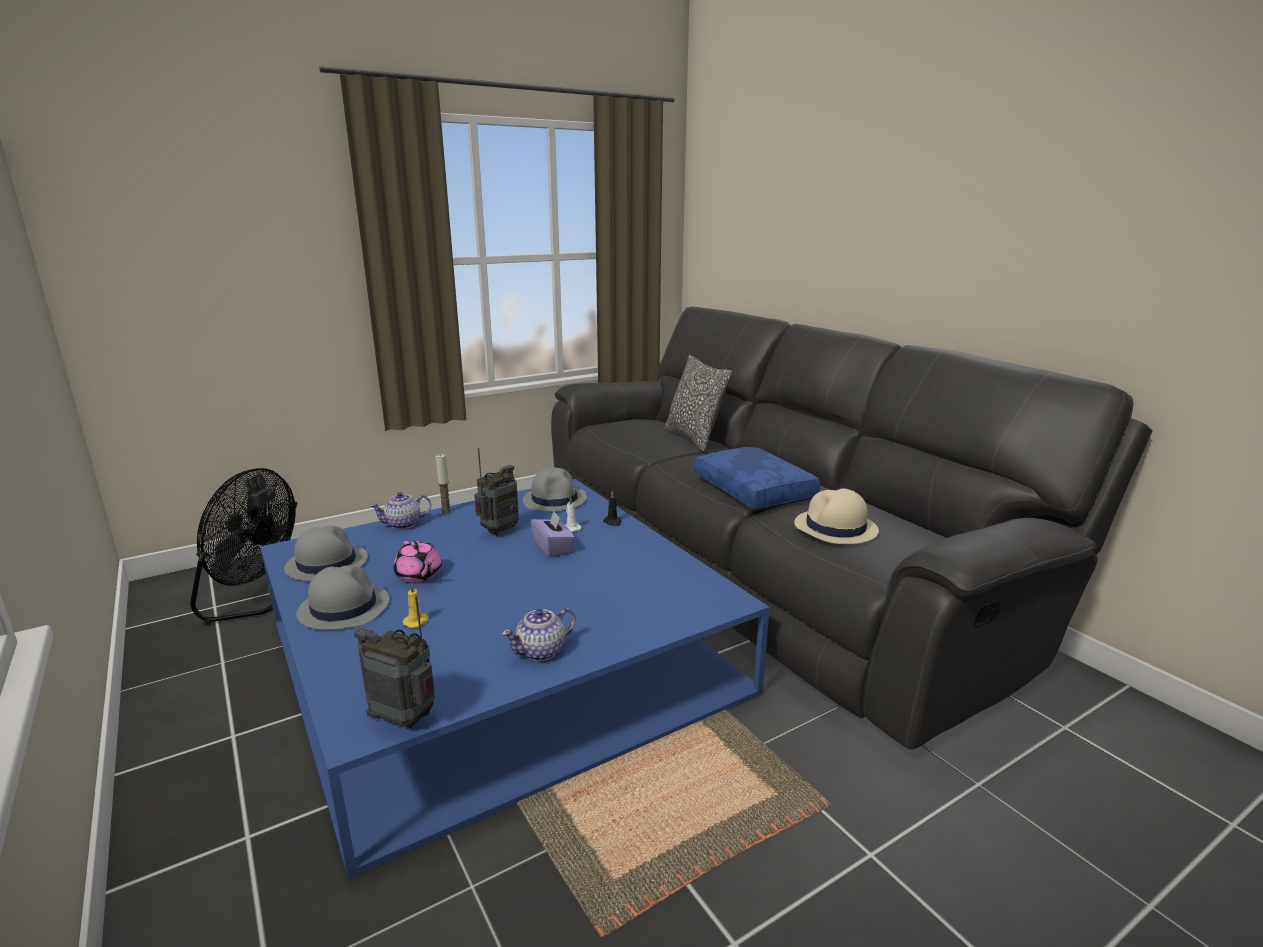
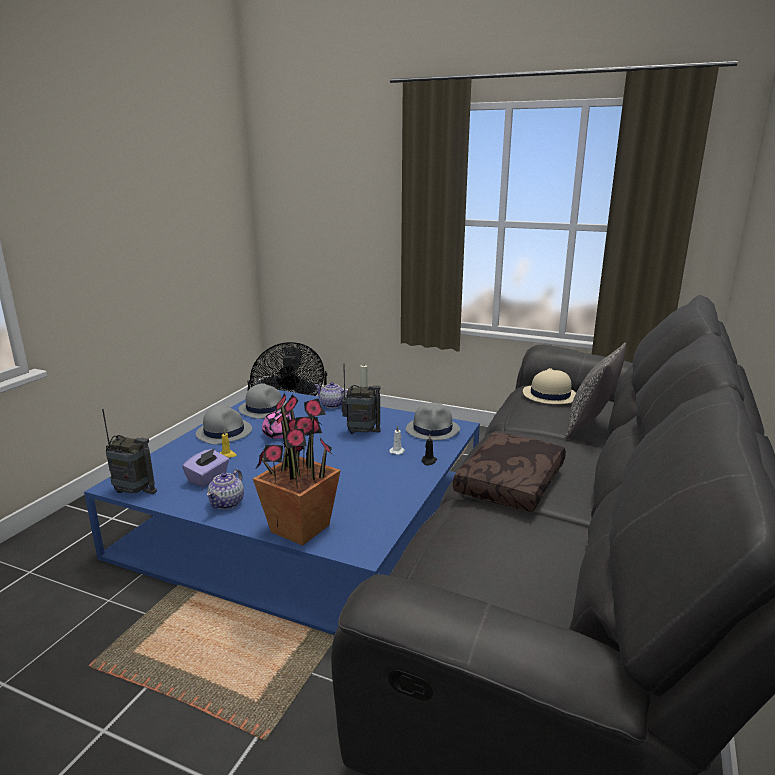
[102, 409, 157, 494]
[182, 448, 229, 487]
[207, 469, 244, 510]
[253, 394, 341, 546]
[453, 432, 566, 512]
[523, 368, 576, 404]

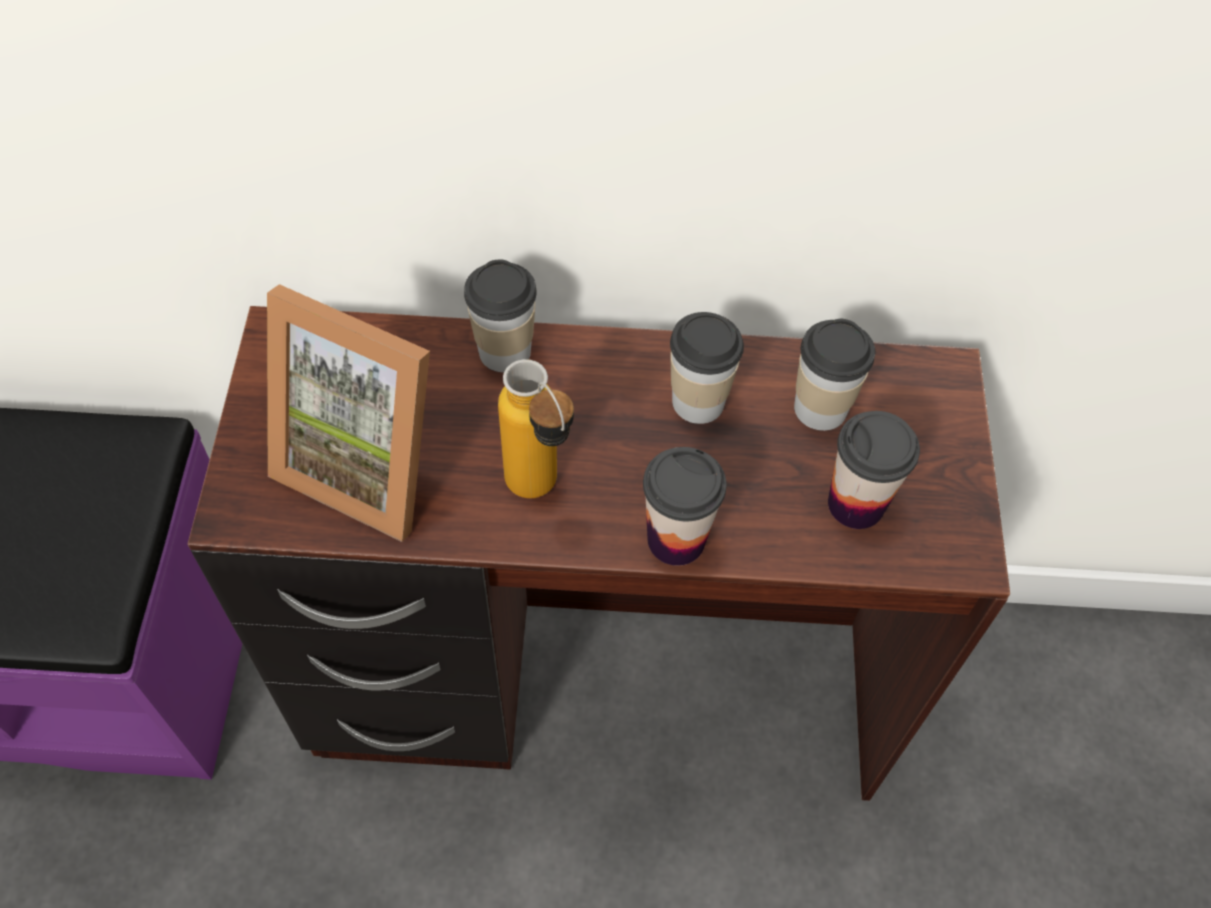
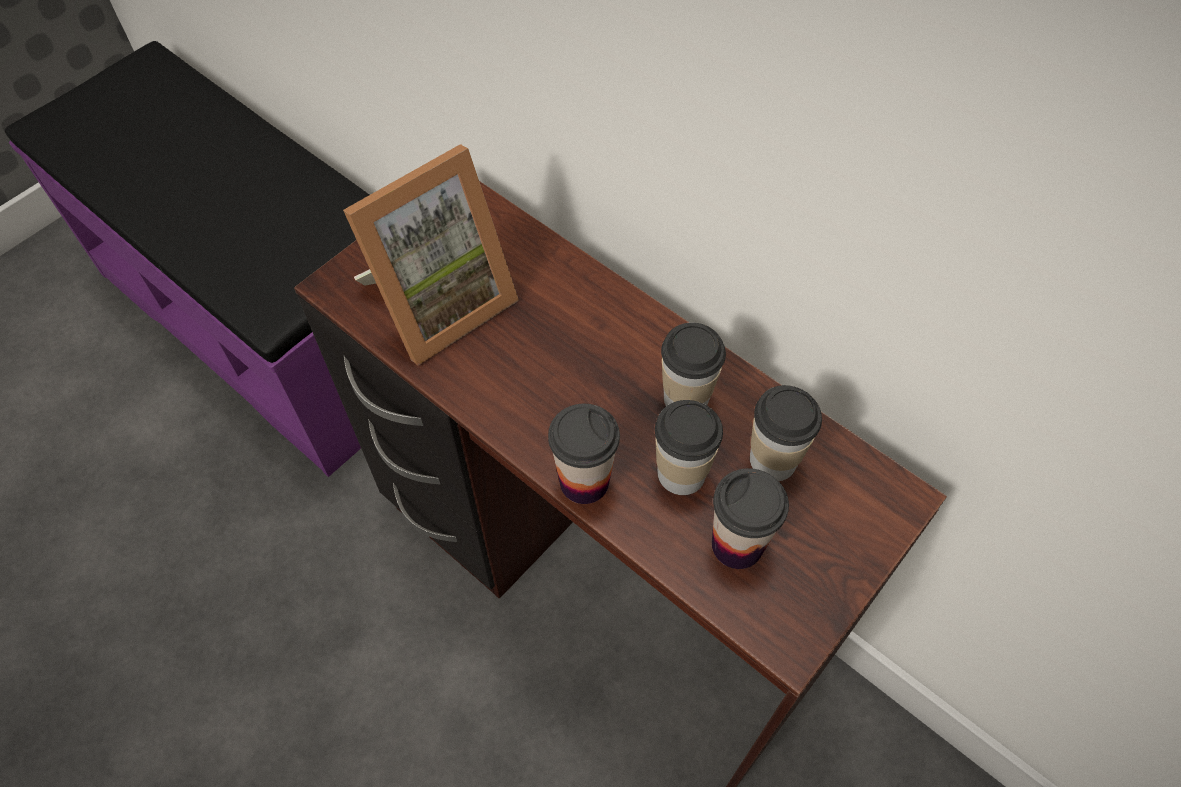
[343, 144, 519, 365]
[655, 400, 723, 495]
[498, 359, 574, 498] (first image)

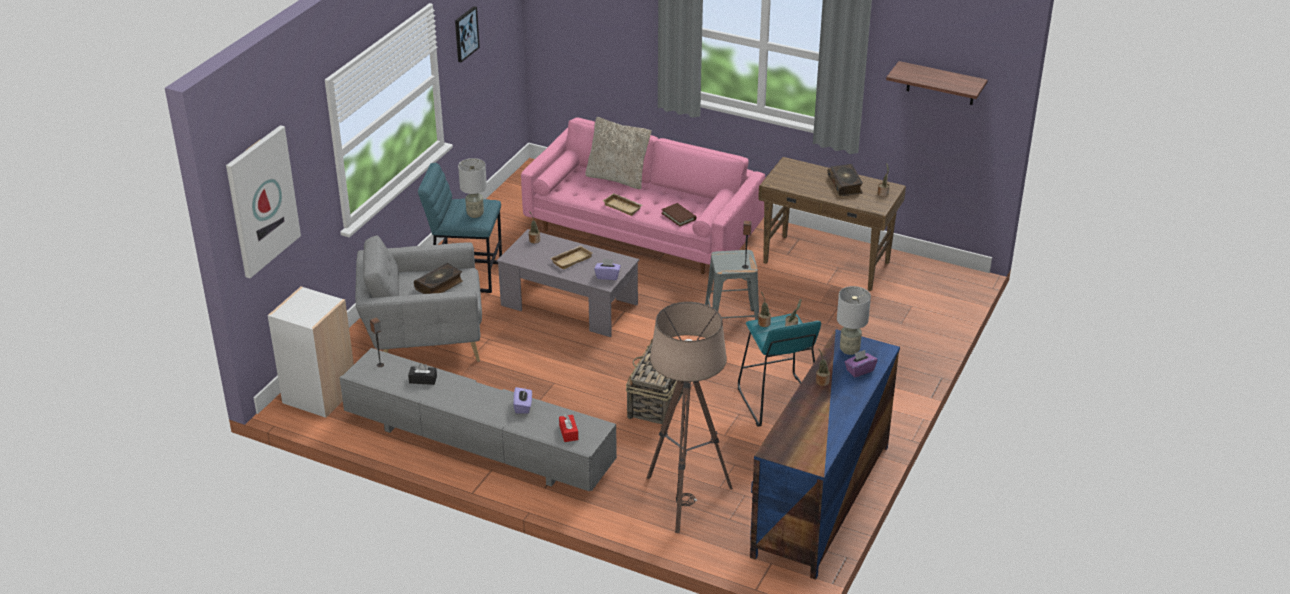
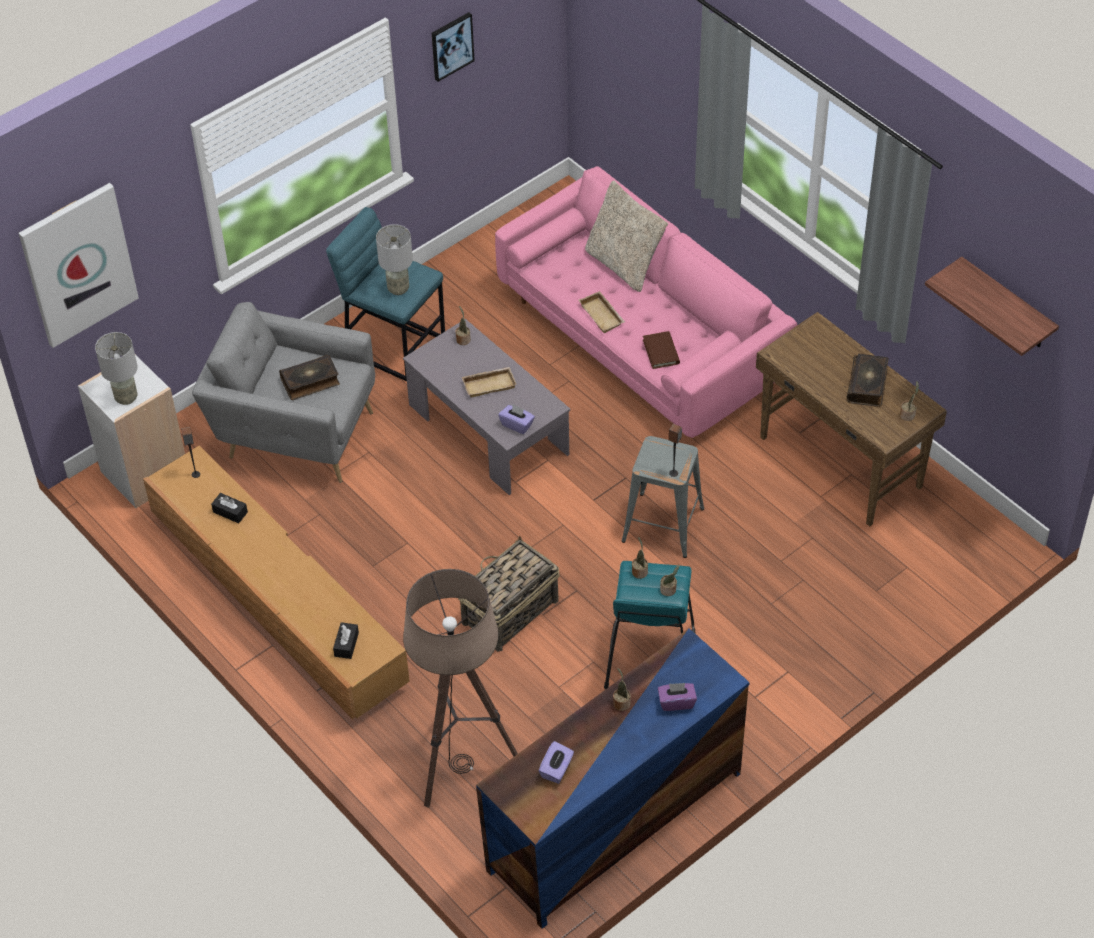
[95, 332, 138, 405]
[143, 445, 410, 719]
[333, 622, 359, 659]
[539, 741, 574, 784]

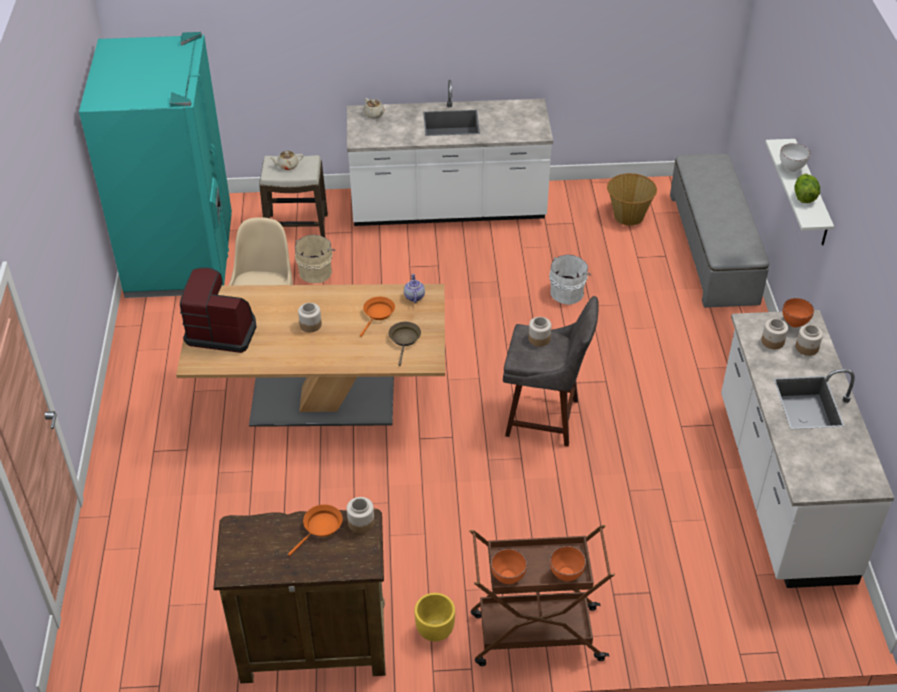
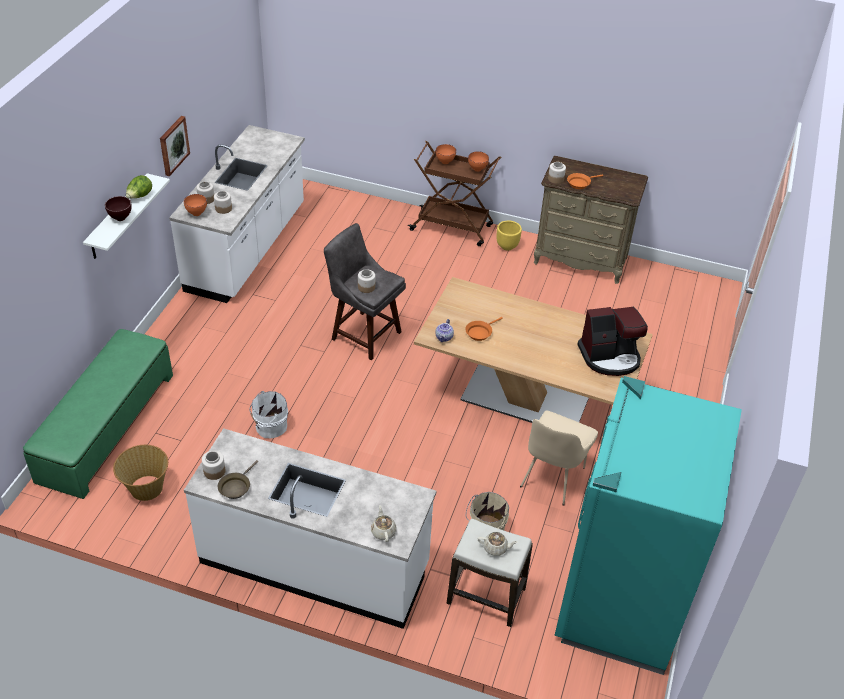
[23, 329, 173, 499]
[105, 196, 132, 221]
[160, 116, 190, 176]
[202, 450, 226, 480]
[218, 460, 258, 499]
[577, 306, 648, 376]

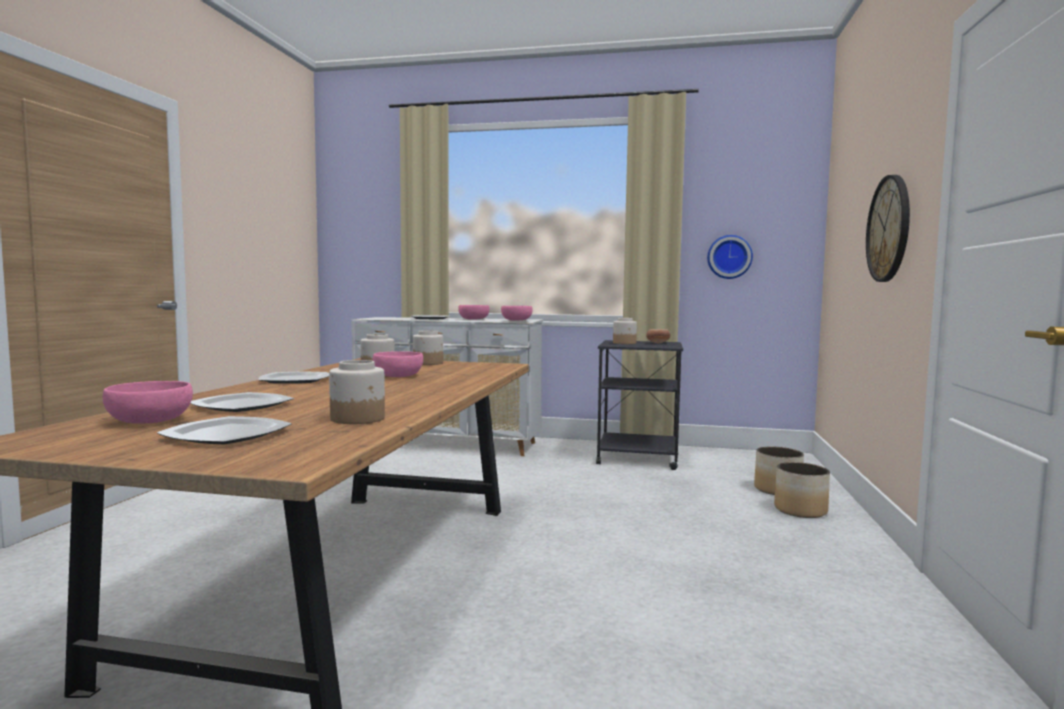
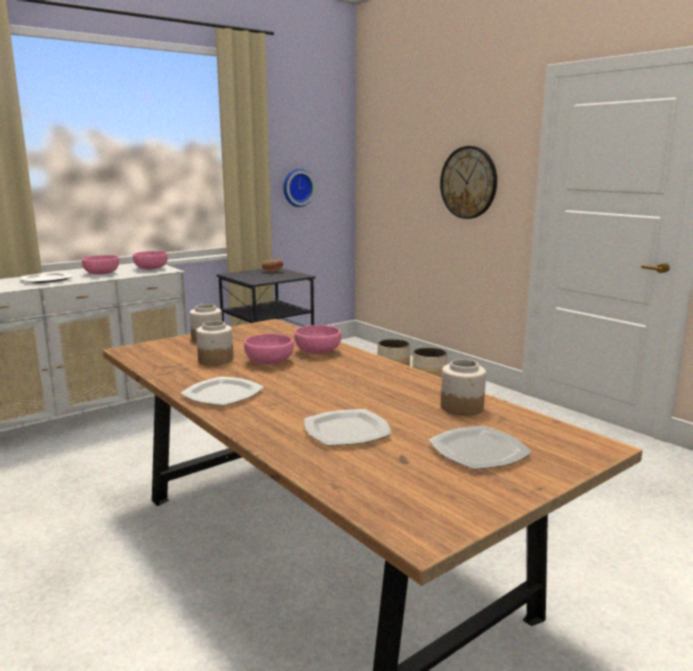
[294, 325, 341, 354]
[613, 318, 637, 344] (first image)

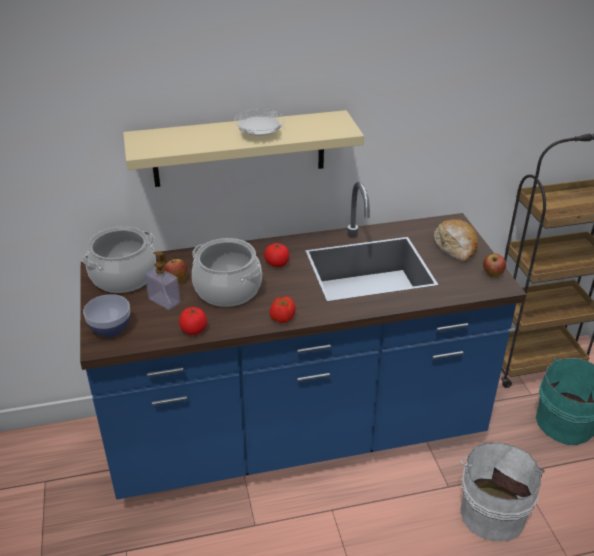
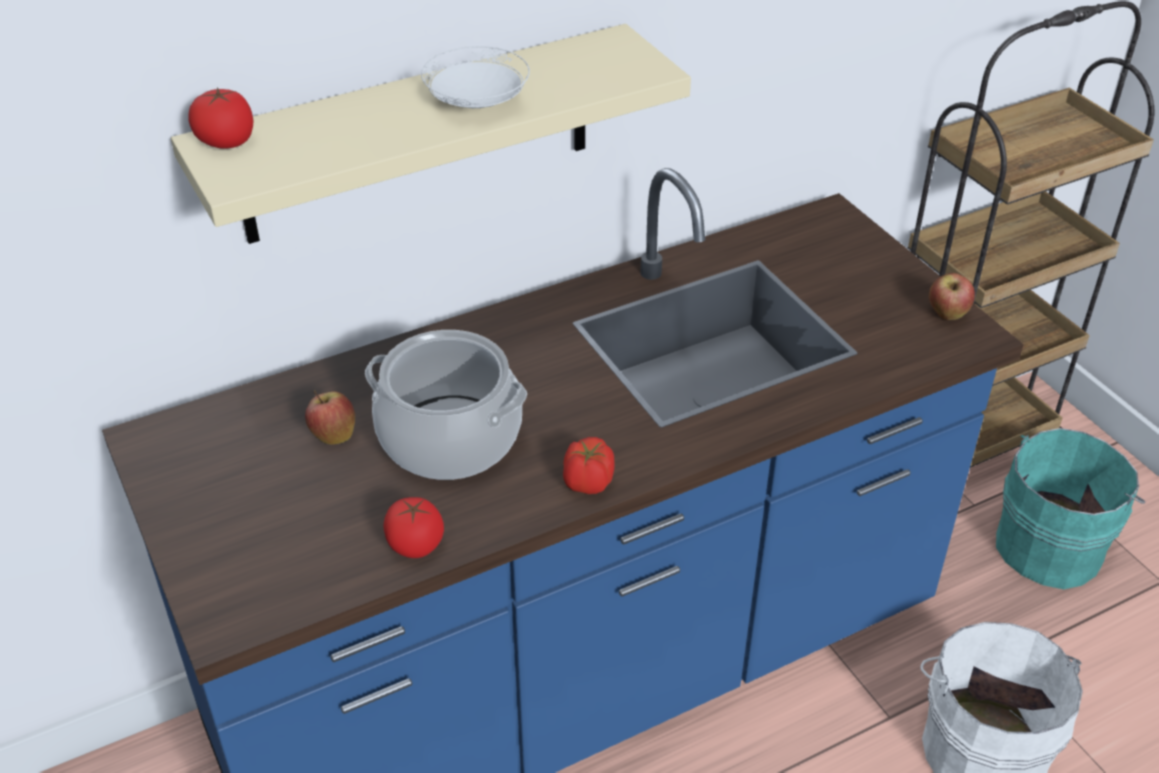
[188, 87, 253, 149]
[82, 226, 156, 293] (first image)
[83, 294, 130, 337] (first image)
[145, 251, 180, 310] (first image)
[434, 219, 478, 262] (first image)

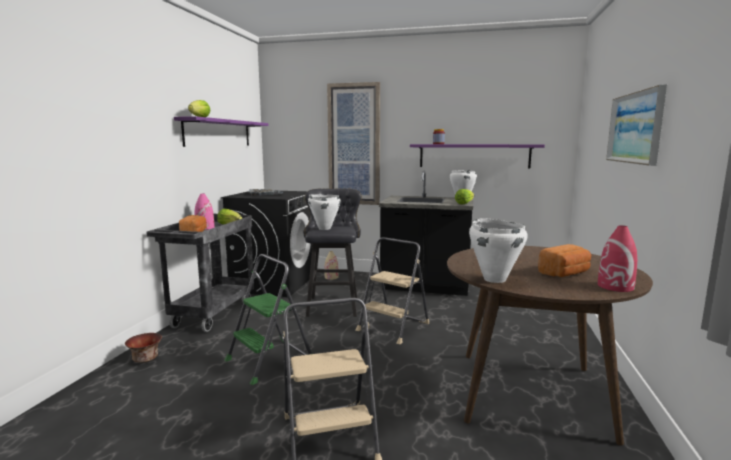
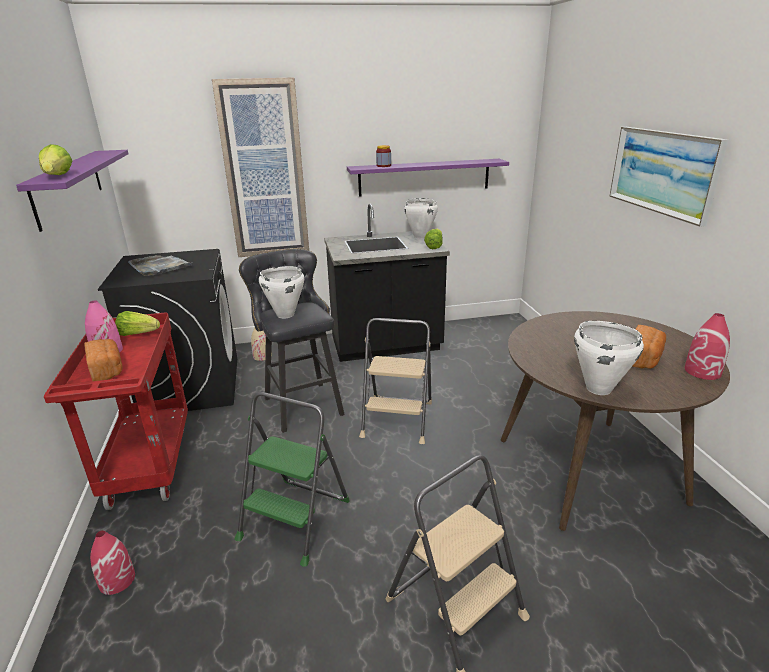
[44, 313, 188, 510]
[90, 530, 135, 595]

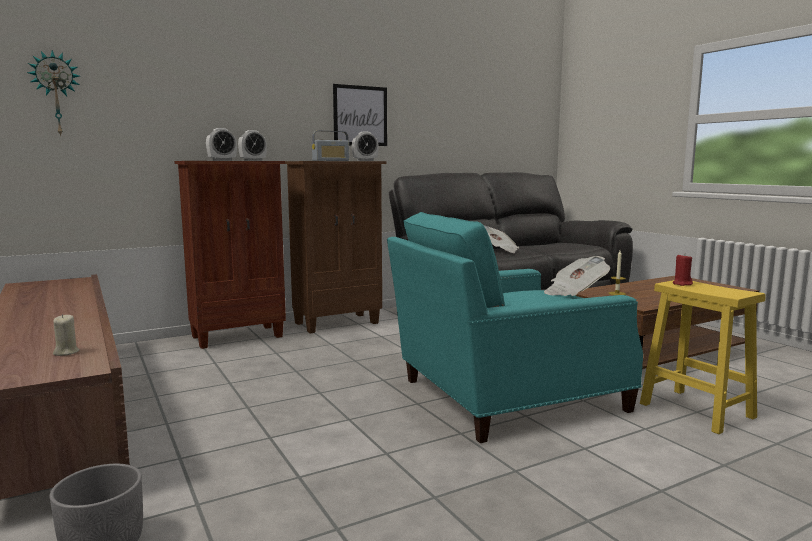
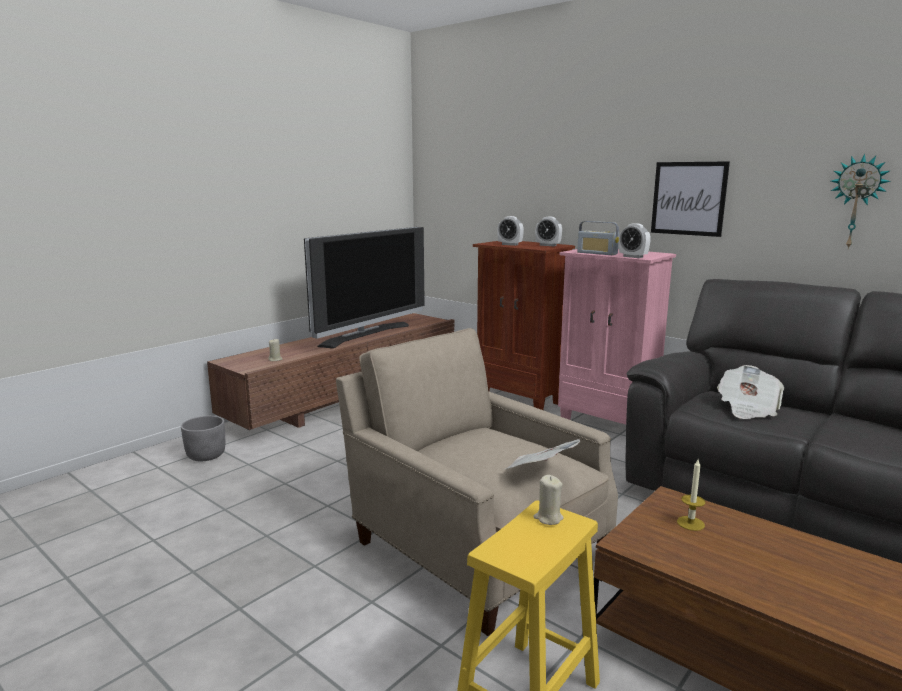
[304, 227, 425, 348]
[336, 328, 618, 636]
[533, 475, 564, 525]
[558, 249, 676, 425]
[831, 154, 891, 249]

